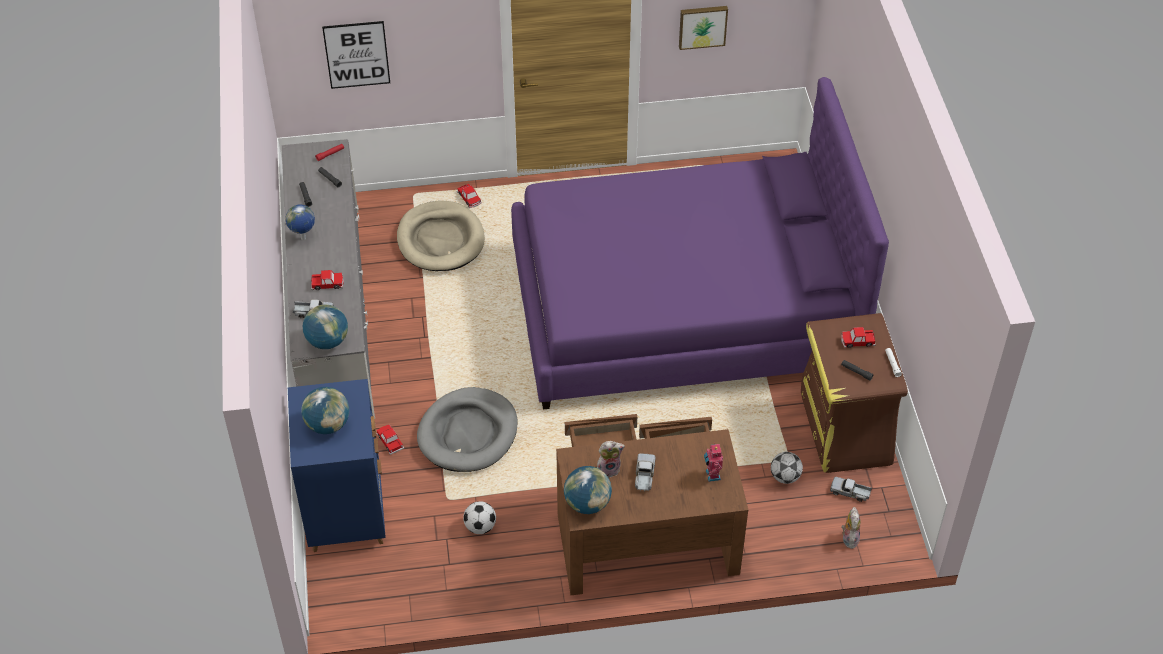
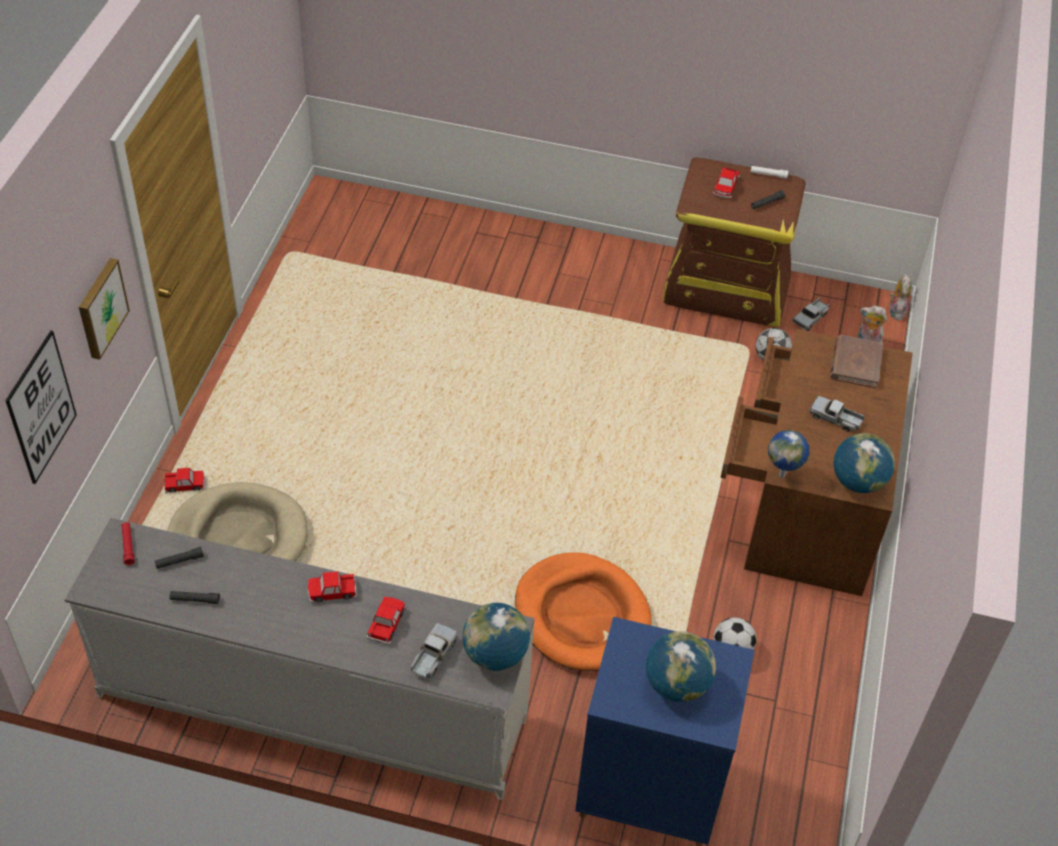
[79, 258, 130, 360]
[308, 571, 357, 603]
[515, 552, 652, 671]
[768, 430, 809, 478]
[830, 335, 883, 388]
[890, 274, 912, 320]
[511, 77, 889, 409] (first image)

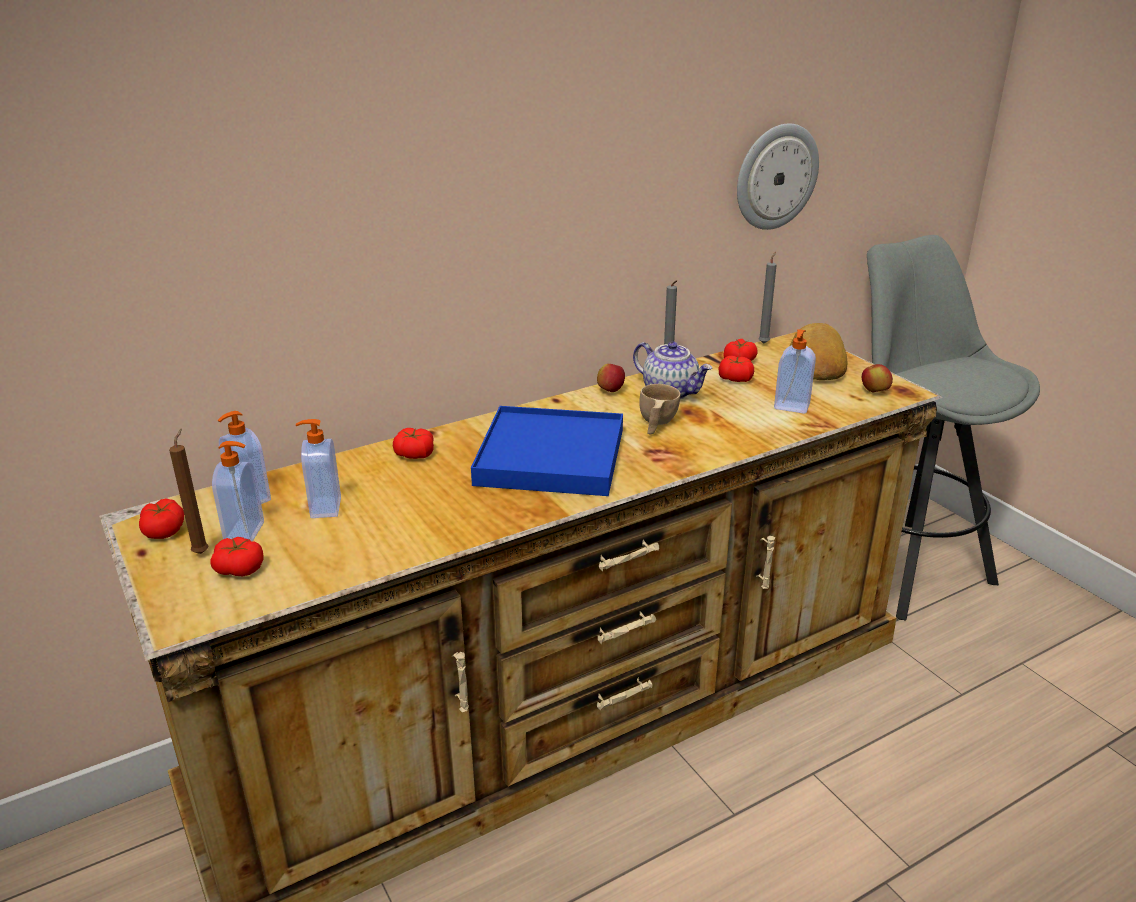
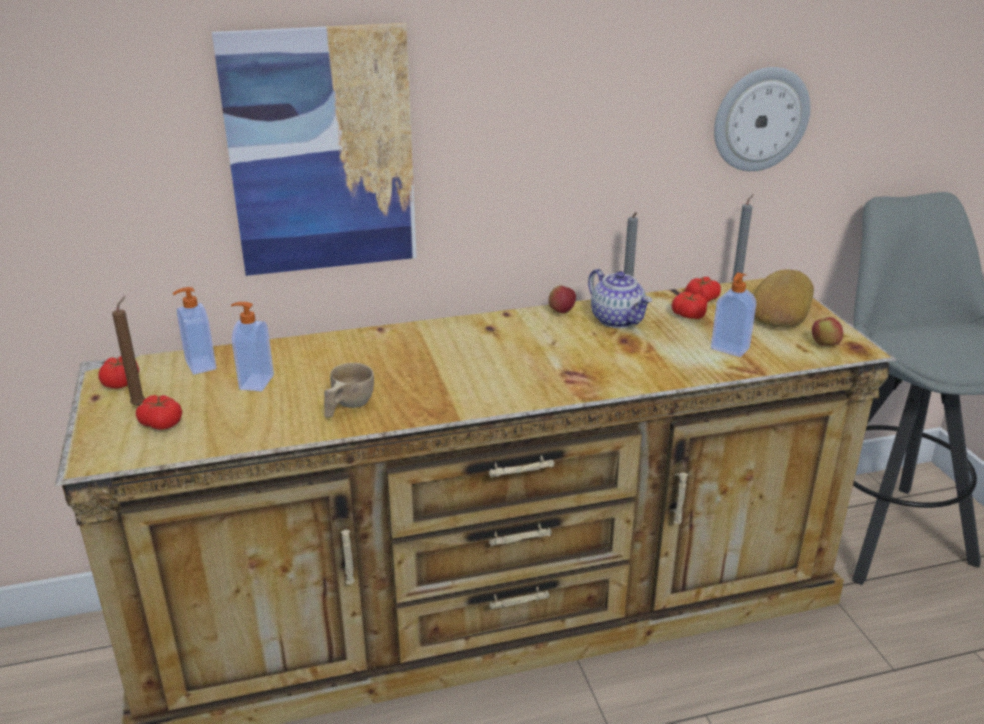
[212, 23, 417, 276]
[324, 363, 374, 418]
[212, 441, 264, 541] (first image)
[393, 428, 434, 459] (first image)
[471, 406, 623, 496] (first image)

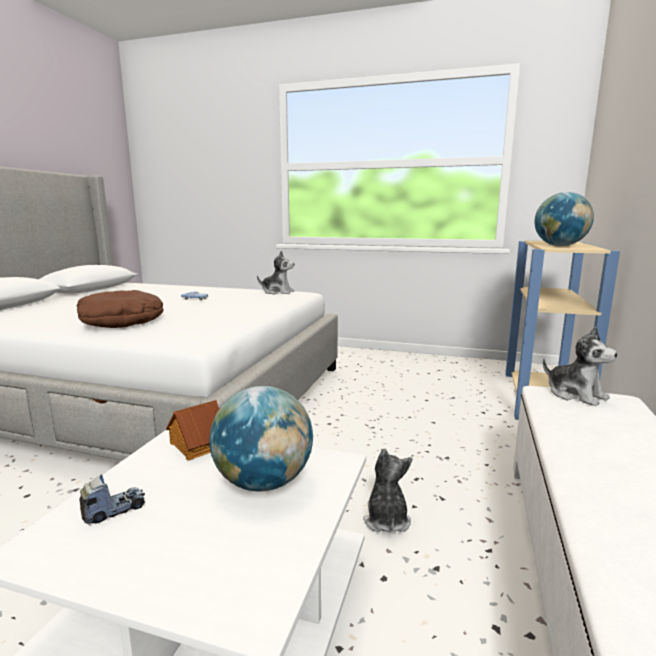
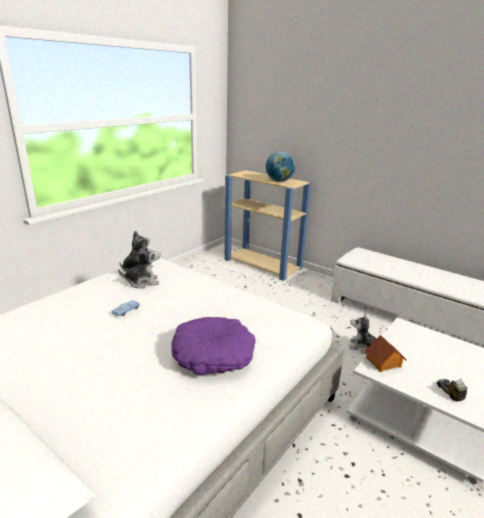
[118, 242, 160, 288]
[171, 317, 256, 375]
[209, 386, 313, 492] (first image)

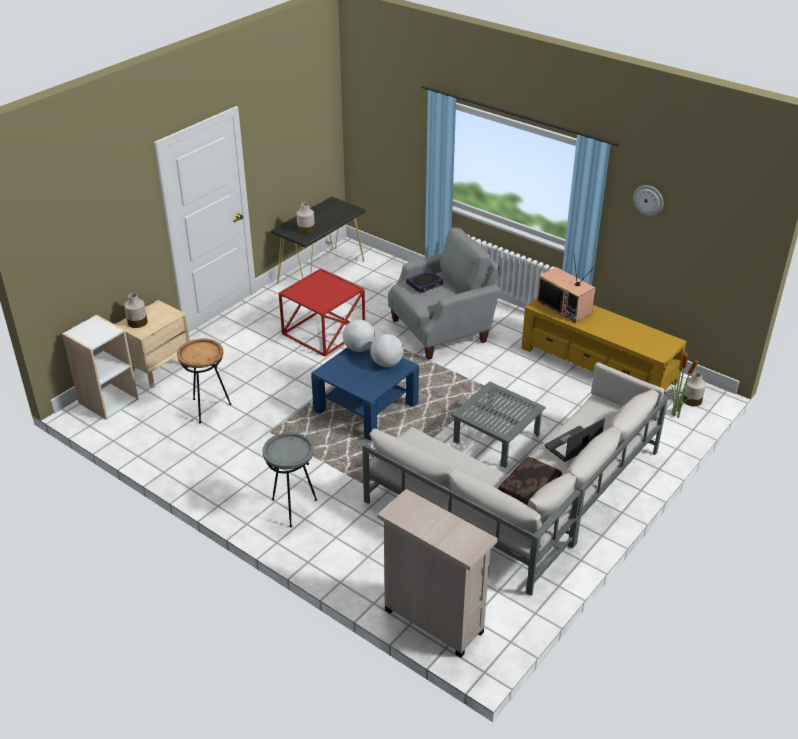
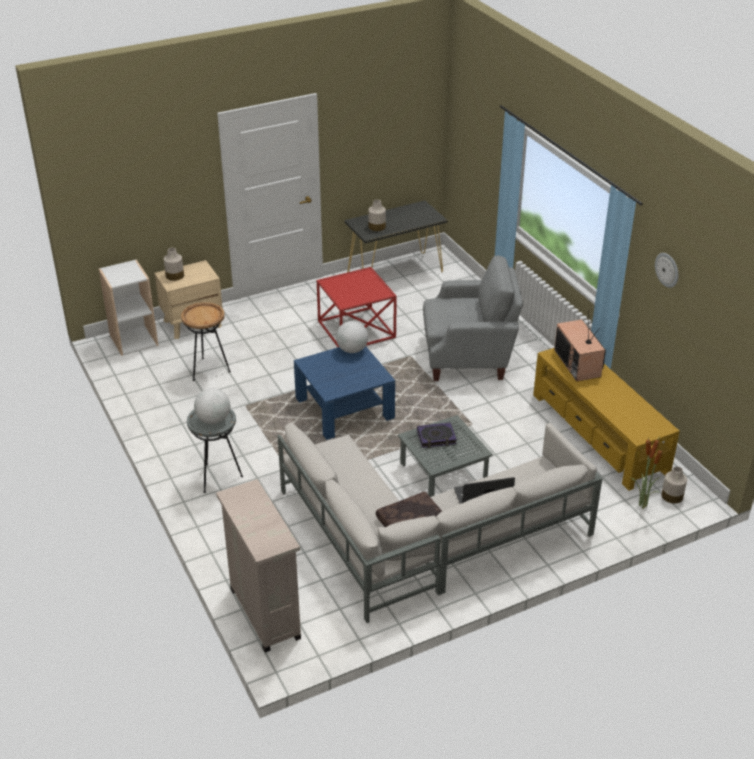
[194, 388, 230, 424]
[417, 422, 457, 448]

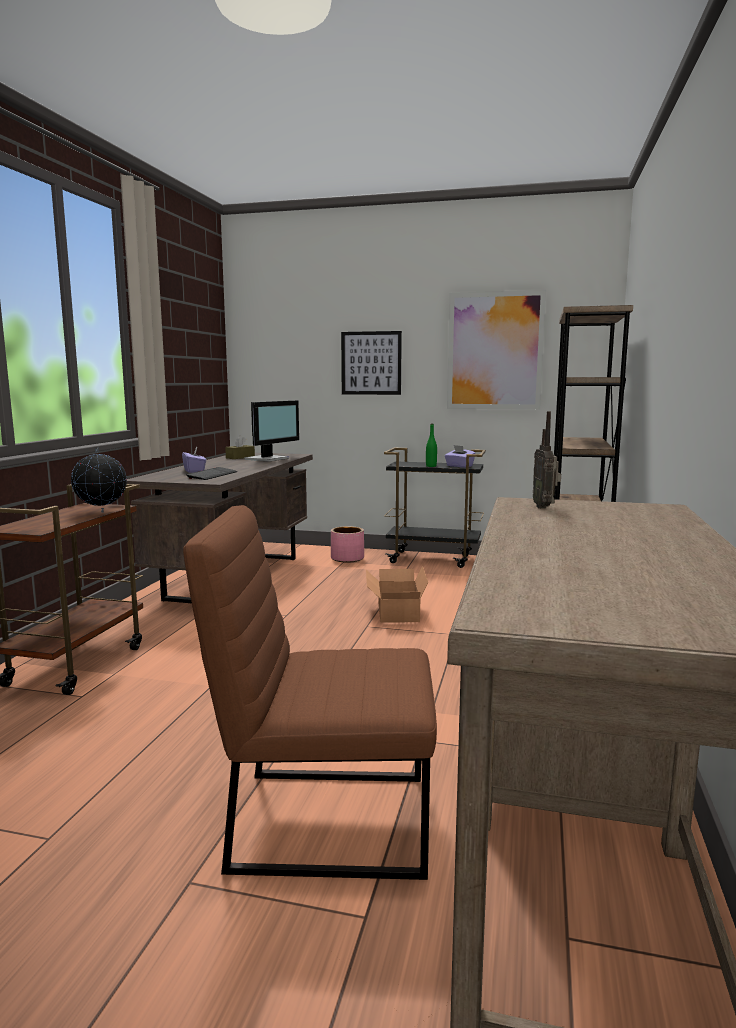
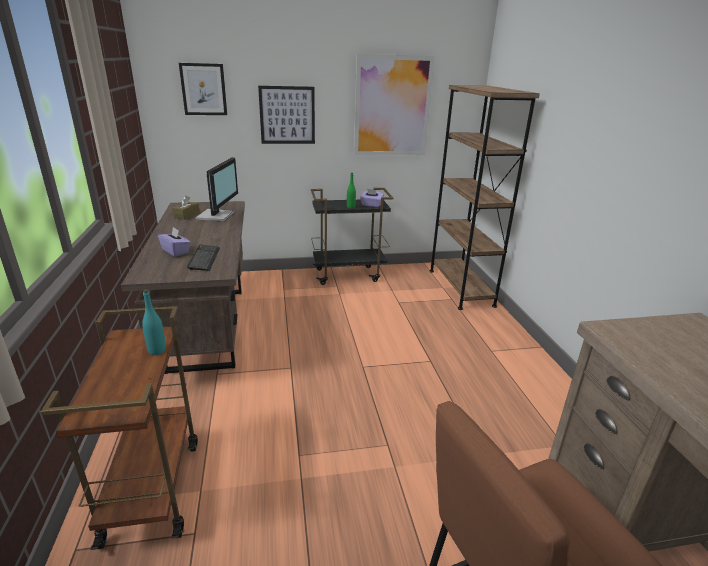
[142, 290, 166, 355]
[179, 63, 227, 115]
[331, 526, 364, 563] (first image)
[366, 566, 429, 623] (first image)
[533, 411, 561, 509] (first image)

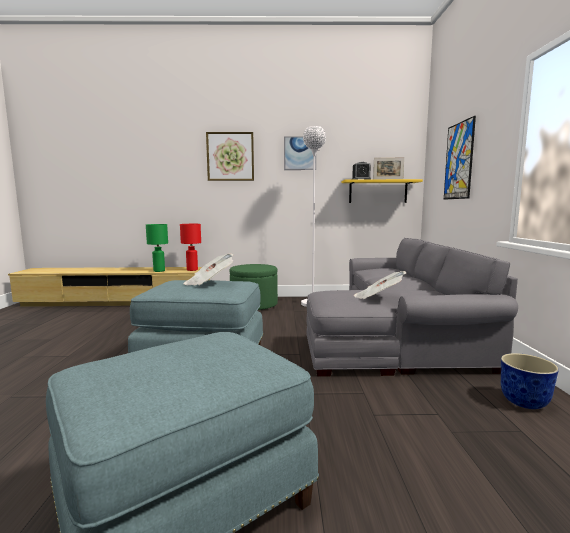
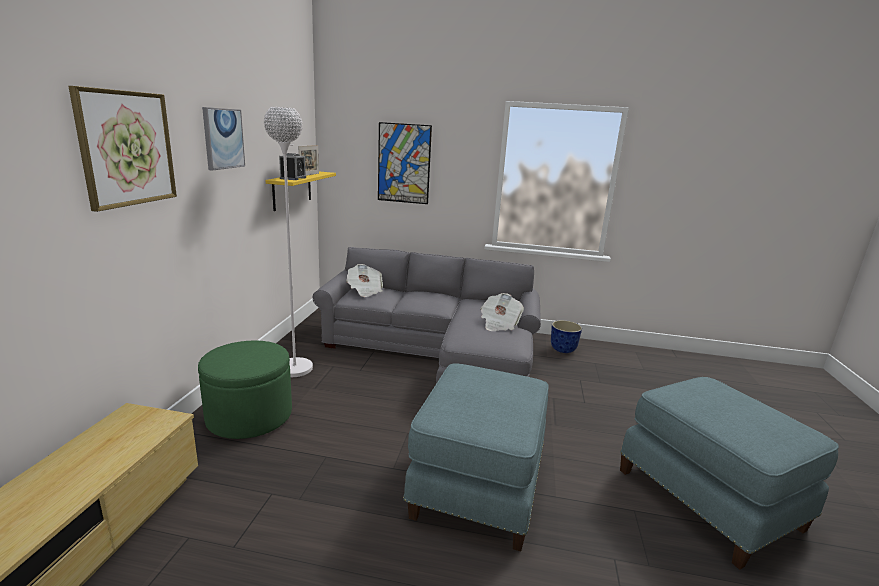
[346, 264, 383, 297]
[146, 224, 168, 272] (first image)
[180, 224, 201, 271] (first image)

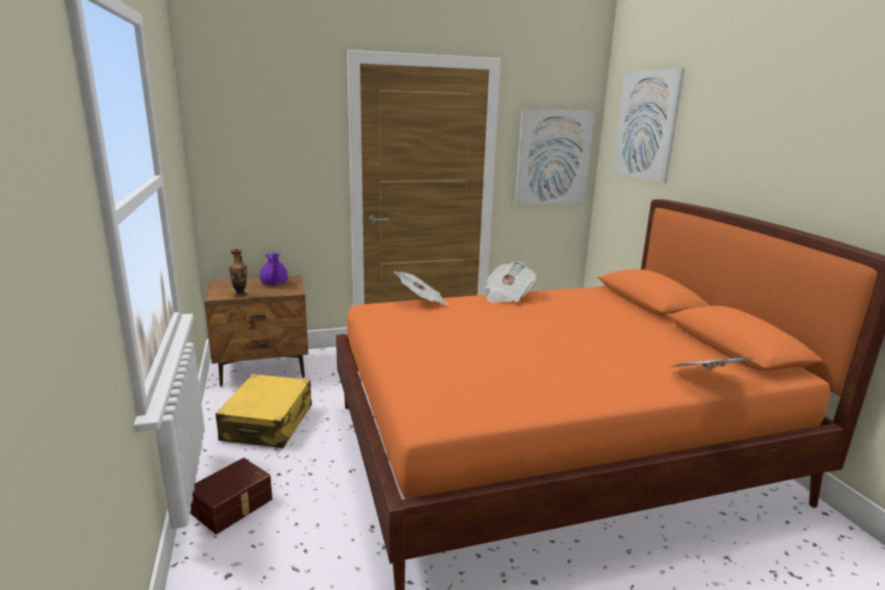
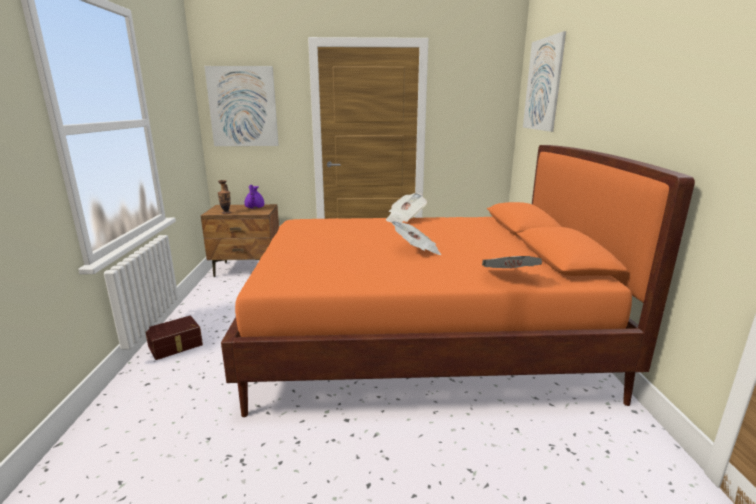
[204, 66, 279, 146]
[391, 221, 441, 255]
[216, 374, 312, 448] (first image)

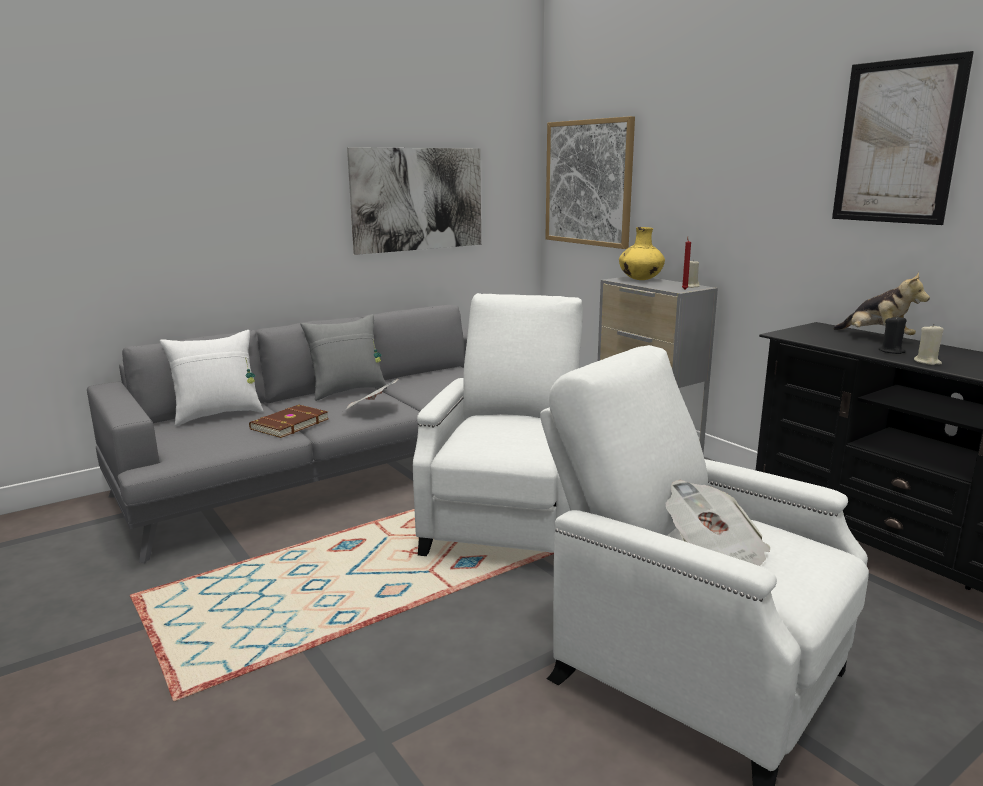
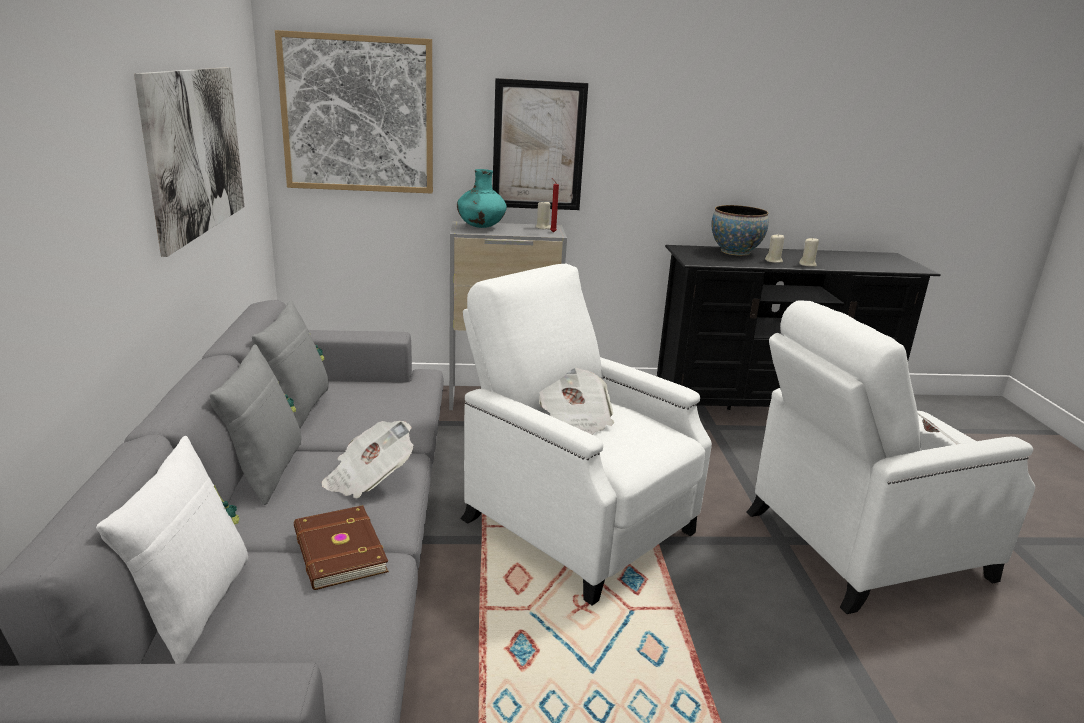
[252, 301, 329, 429]
[457, 169, 507, 228]
[493, 78, 588, 210]
[539, 367, 614, 435]
[711, 205, 769, 256]
[765, 233, 785, 263]

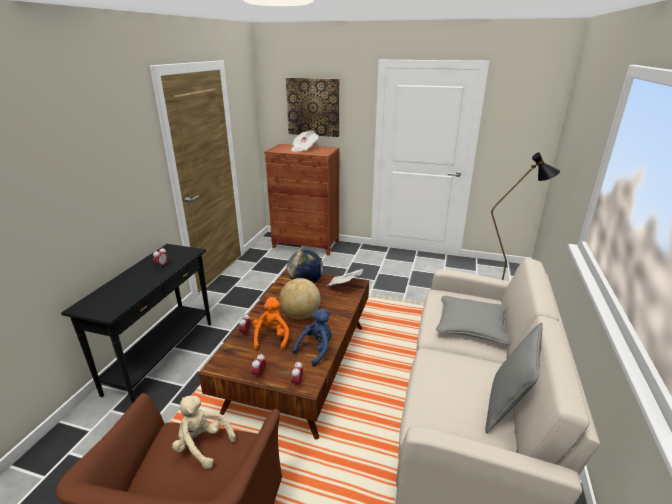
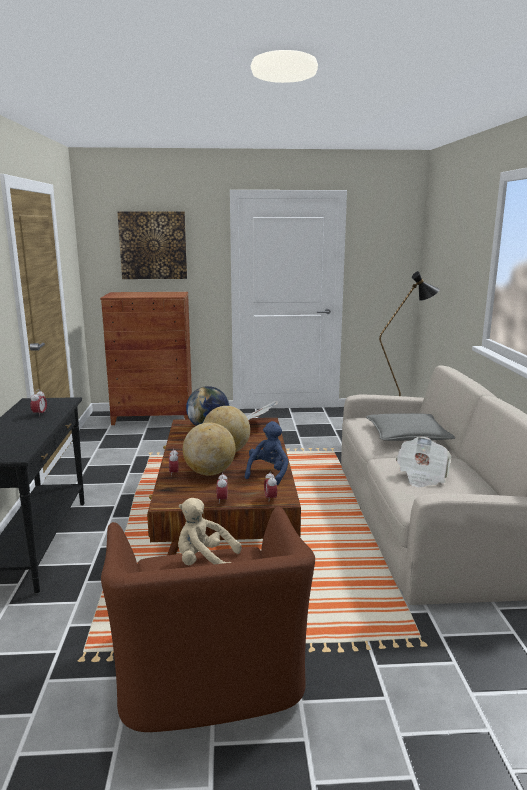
[183, 423, 236, 475]
[396, 436, 451, 487]
[485, 323, 543, 433] (first image)

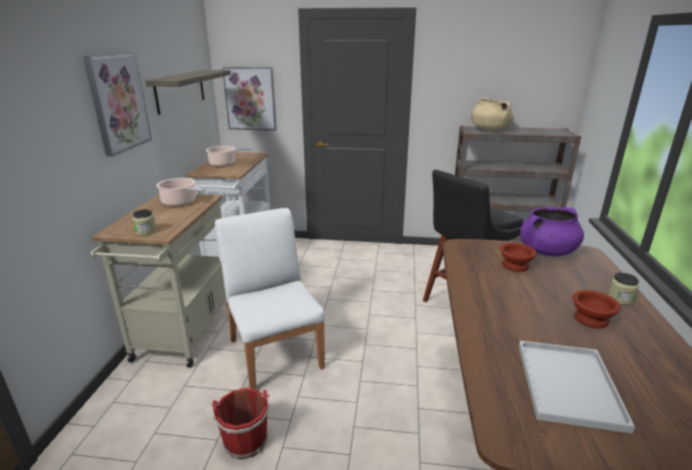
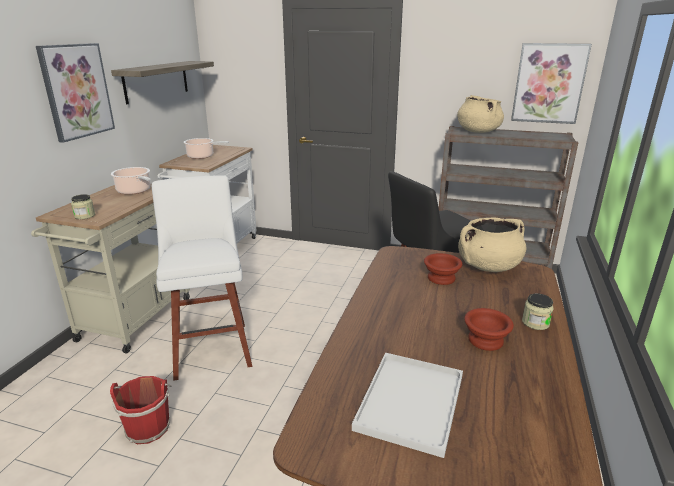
[152, 175, 252, 381]
[458, 218, 526, 272]
[511, 43, 592, 124]

